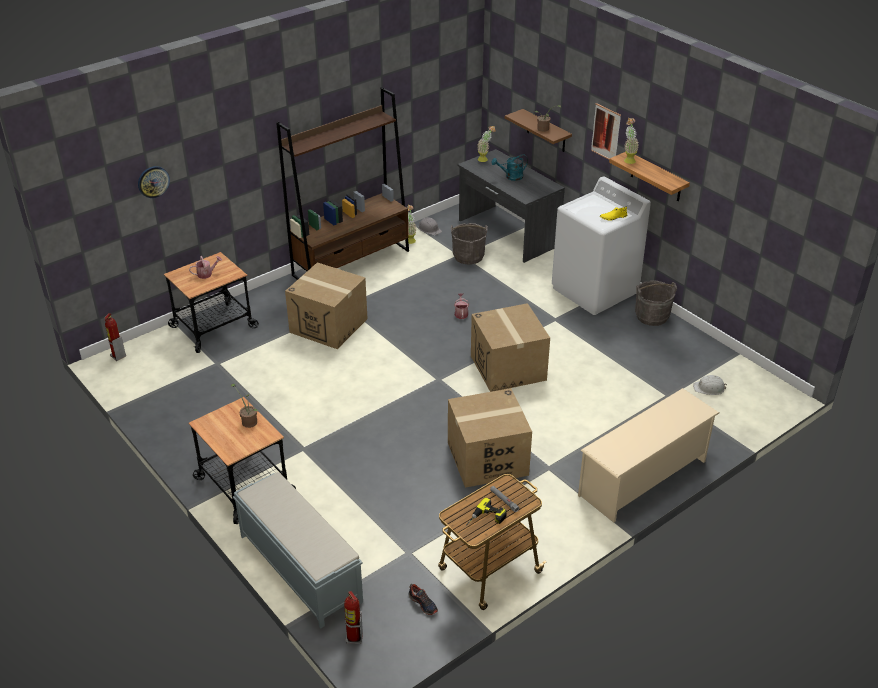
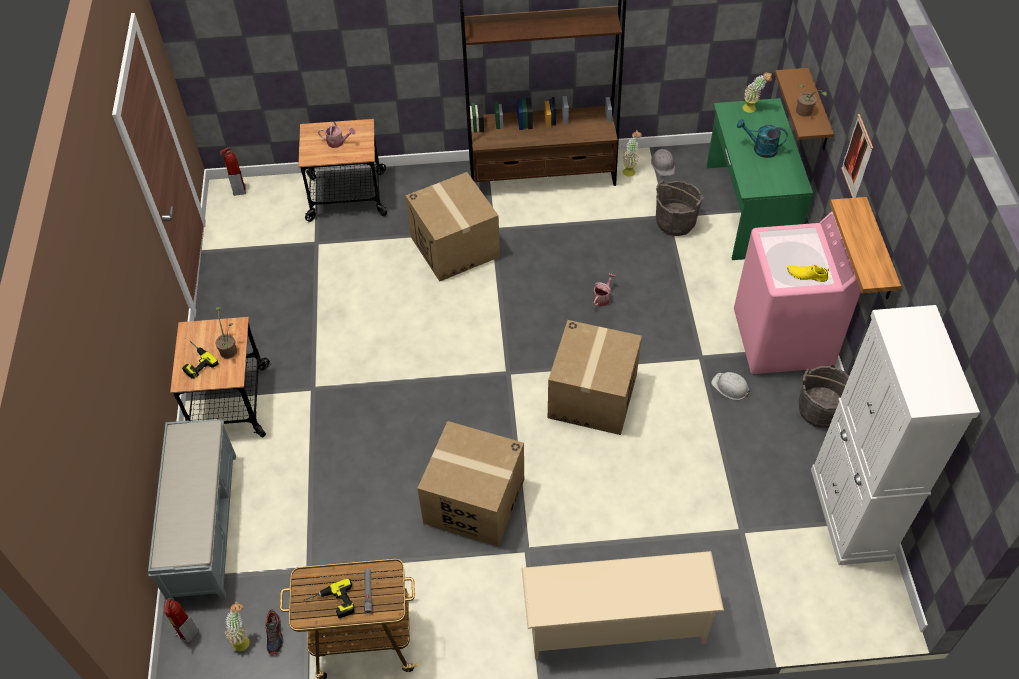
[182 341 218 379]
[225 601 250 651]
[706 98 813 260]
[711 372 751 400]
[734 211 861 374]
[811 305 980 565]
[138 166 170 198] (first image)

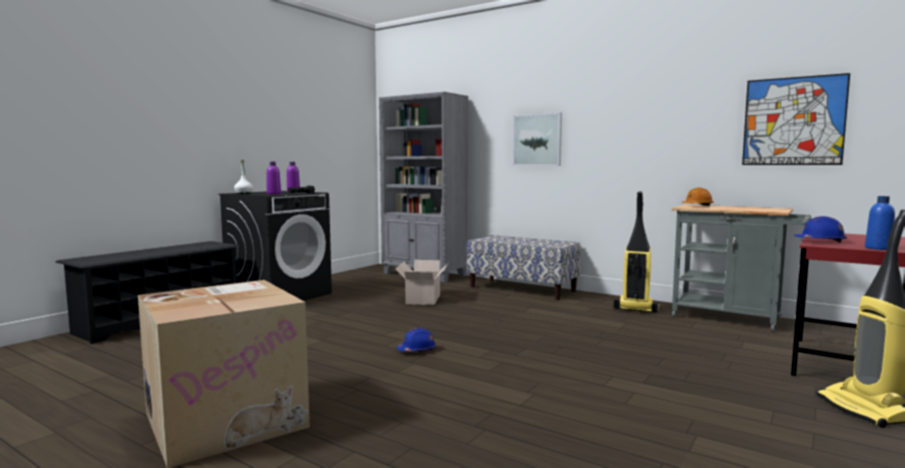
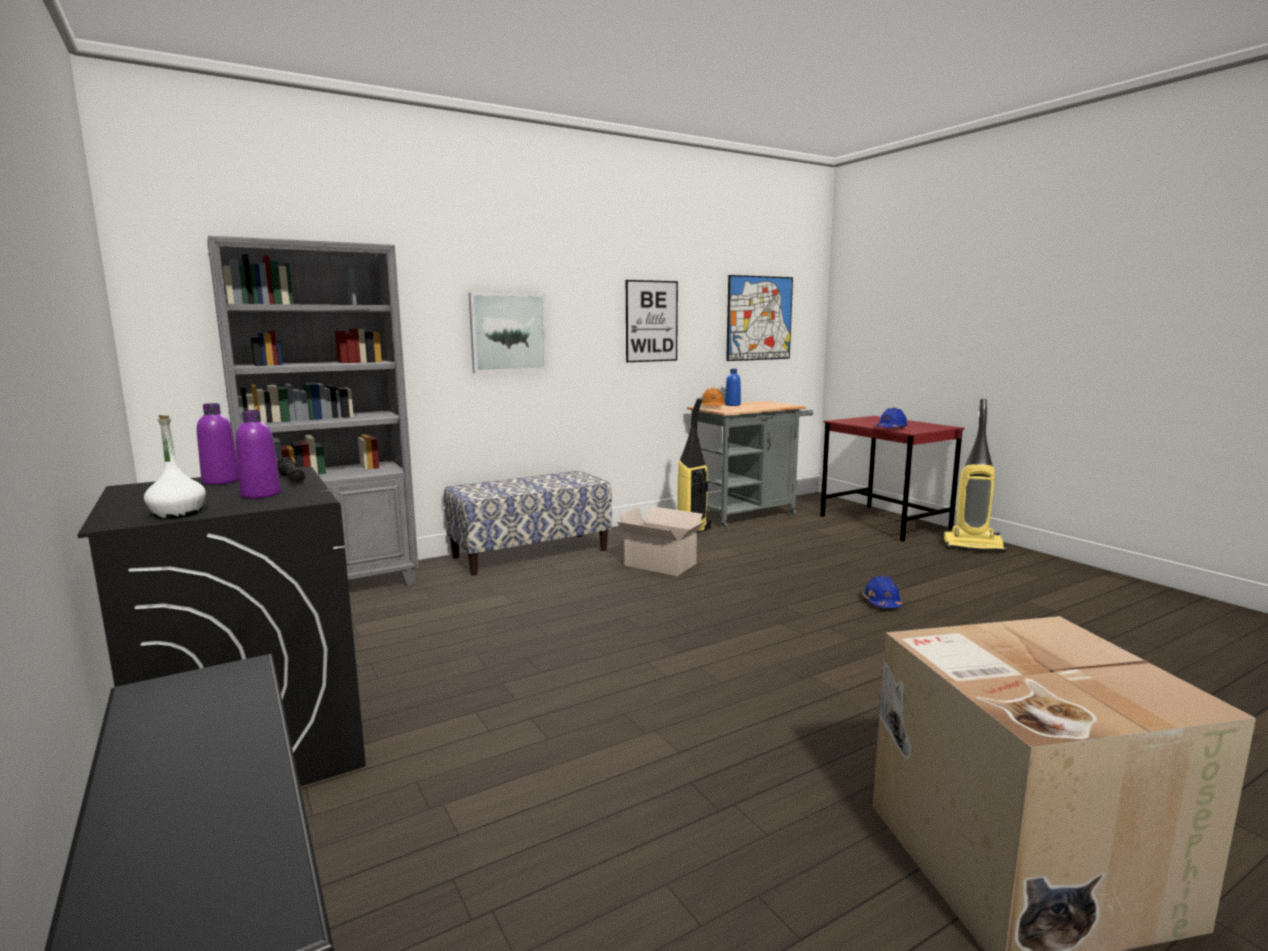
[617 506 706 576]
[626 280 678 362]
[725 369 741 406]
[863 576 902 608]

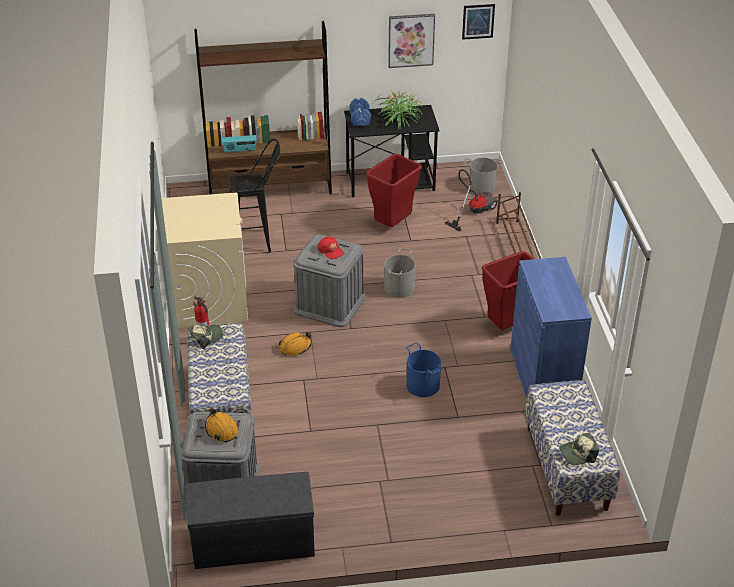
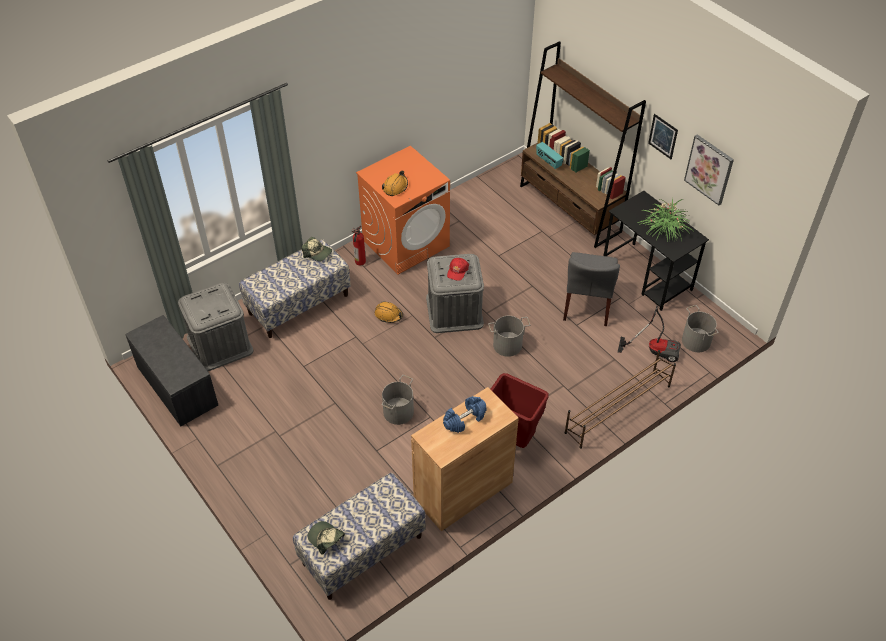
[356 146 450 274]
[382 171 408 196]
[382 375 414 425]
[411 387 519 531]
[443 396 487 433]
[563 252 620 326]
[648 114 678 159]
[230 139 280 253] (first image)

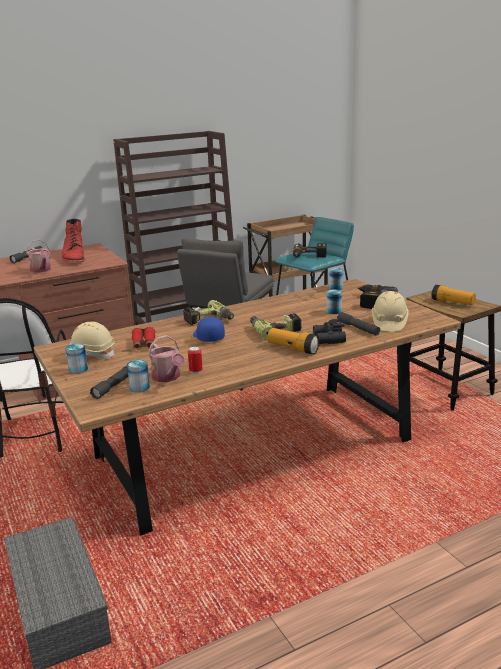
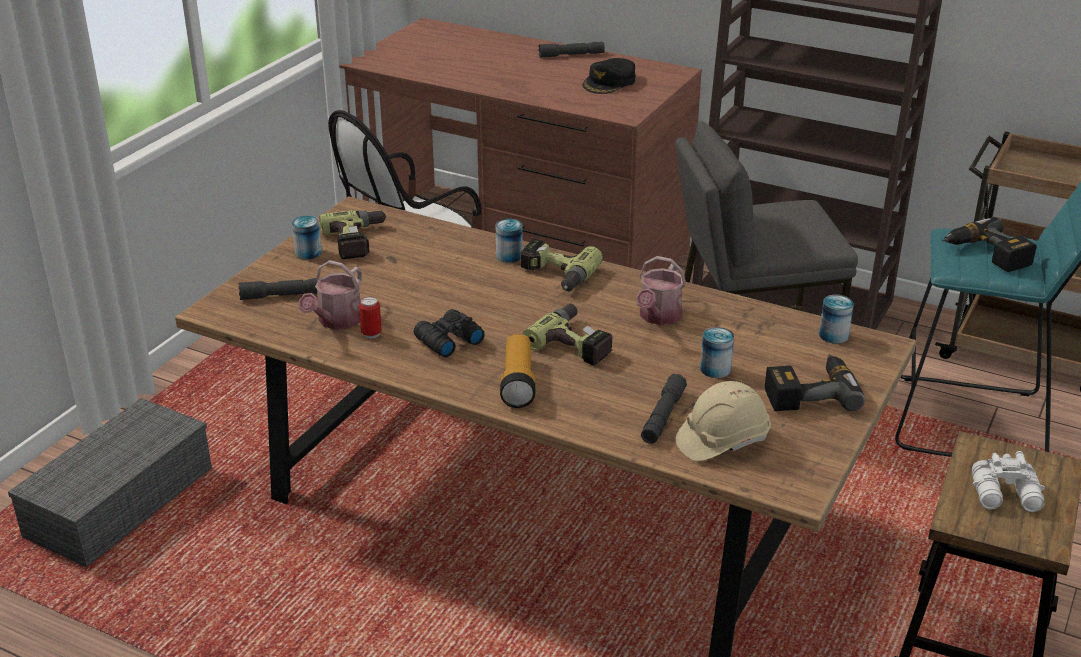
[319 210 386 259]
[414 309 485 357]
[496 219 523 263]
[582 58 636 94]
[636 256 686 325]
[972 451 1045 512]
[132 327 155 350] (first image)
[193 317 225 342] (first image)

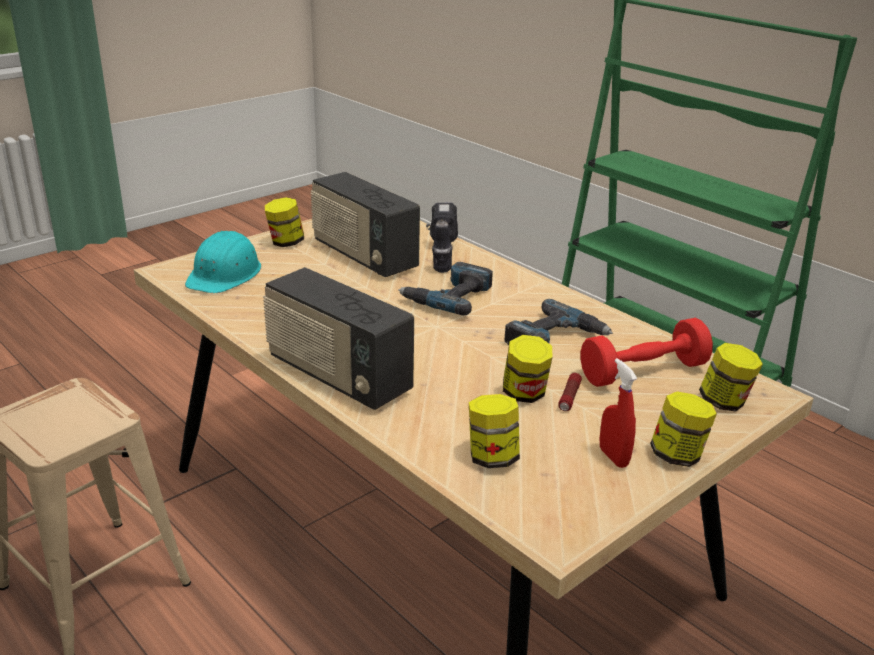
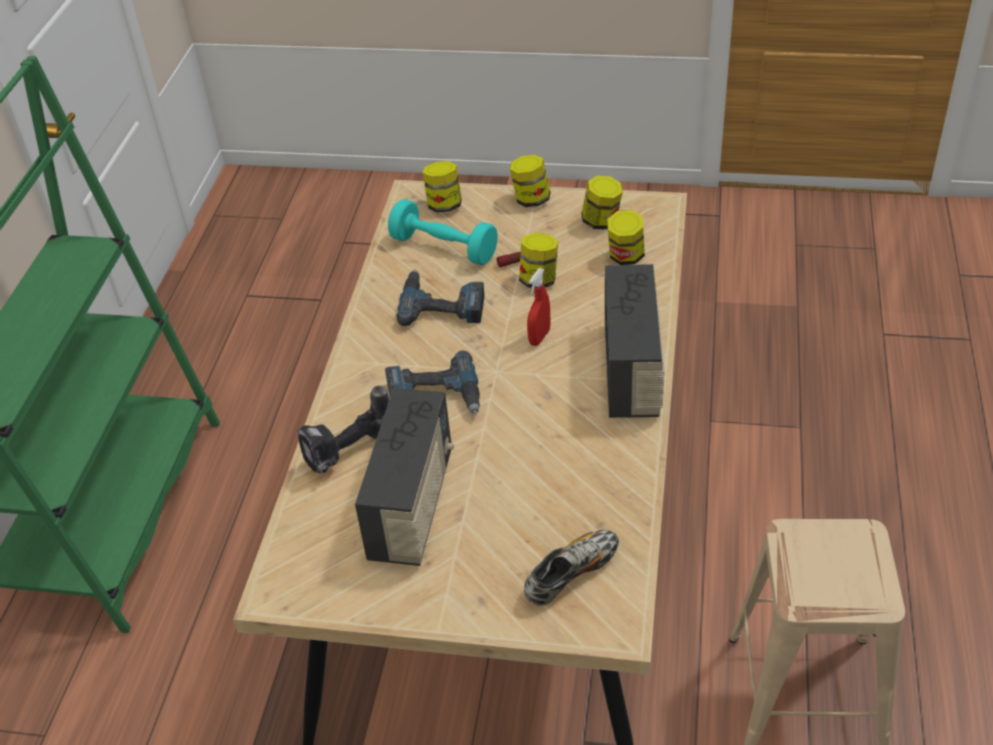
[388 199 498 265]
[524 530 619 606]
[527 268 551 346]
[582 176 623 230]

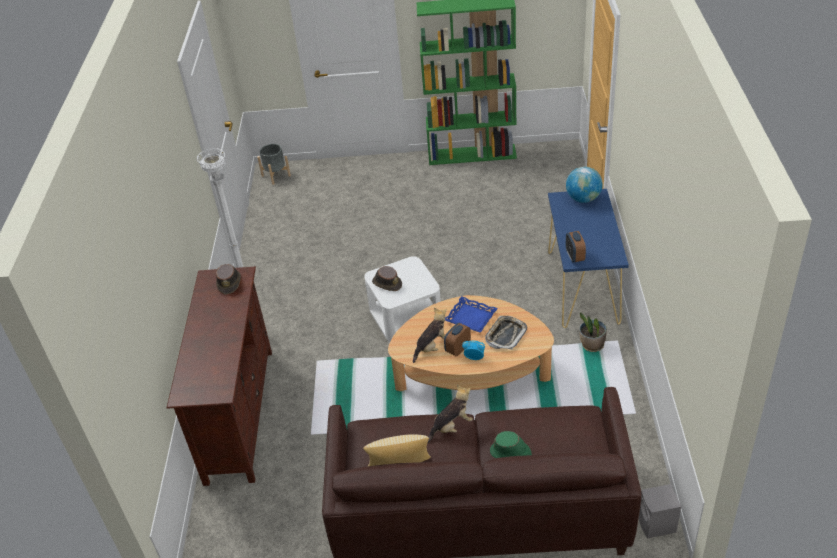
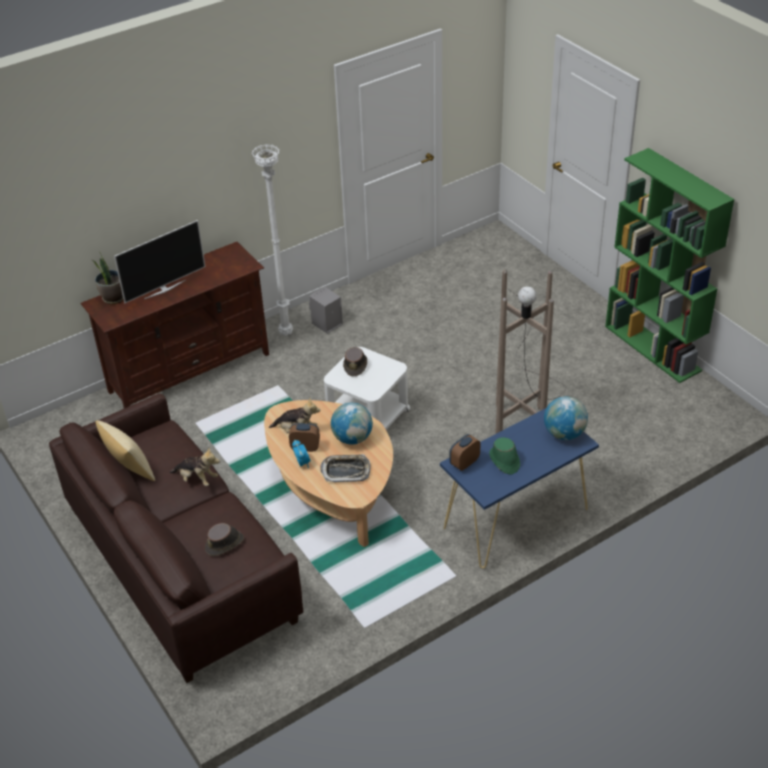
[93 251 123 304]
[114 220 205 303]
[205 523 244 556]
[309 287 343 334]
[331 403 373 445]
[489 437 520 475]
[495 270 566 434]
[257 144 291 185] (first image)

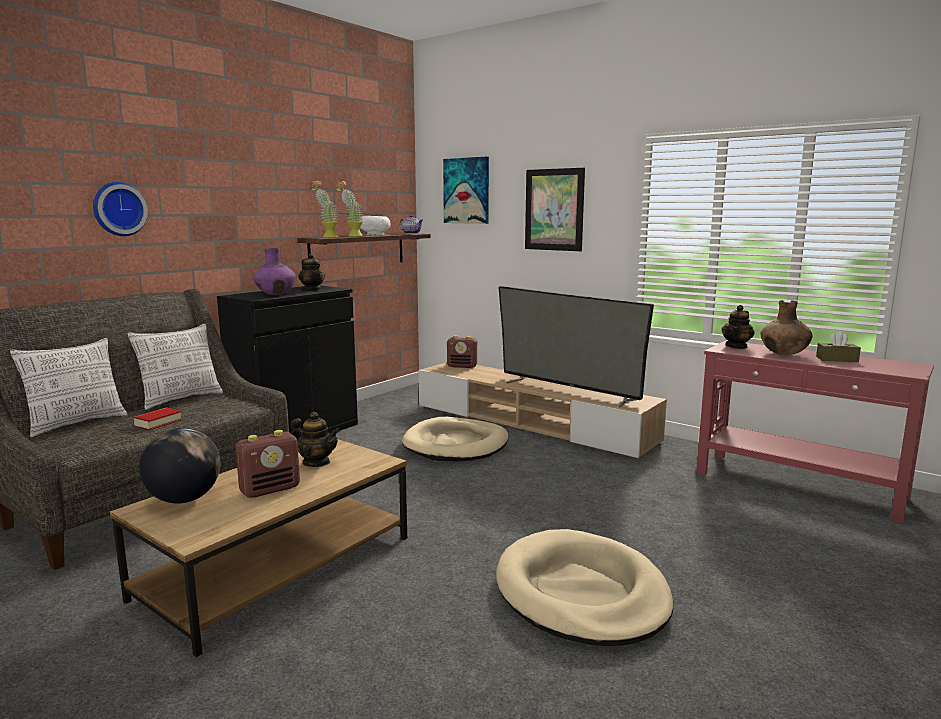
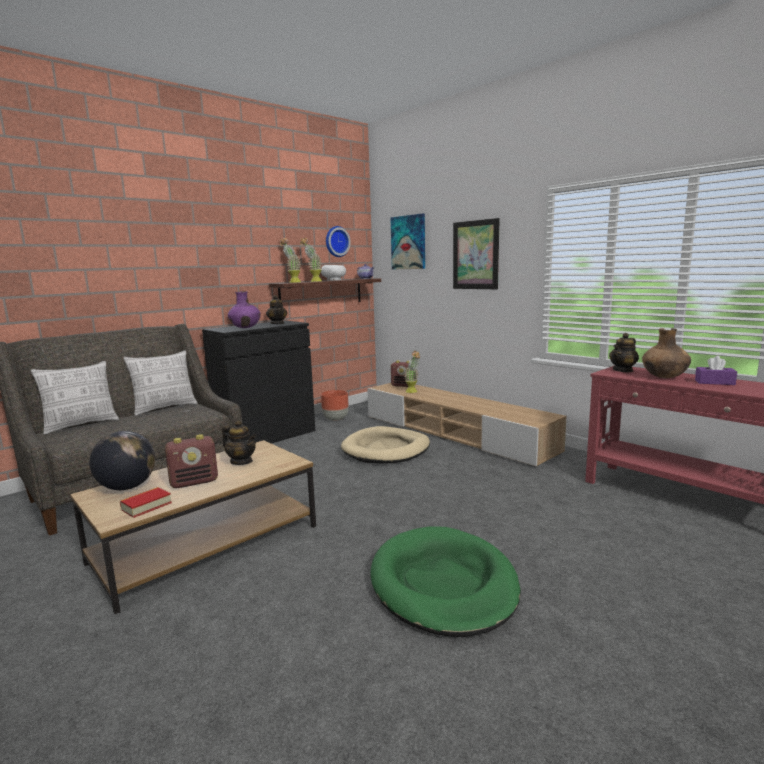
[120 487 172 518]
[321 390 348 421]
[326 226 351 257]
[370 526 521 637]
[404 351 420 393]
[695 356 737 385]
[498 286 654 408] (first image)

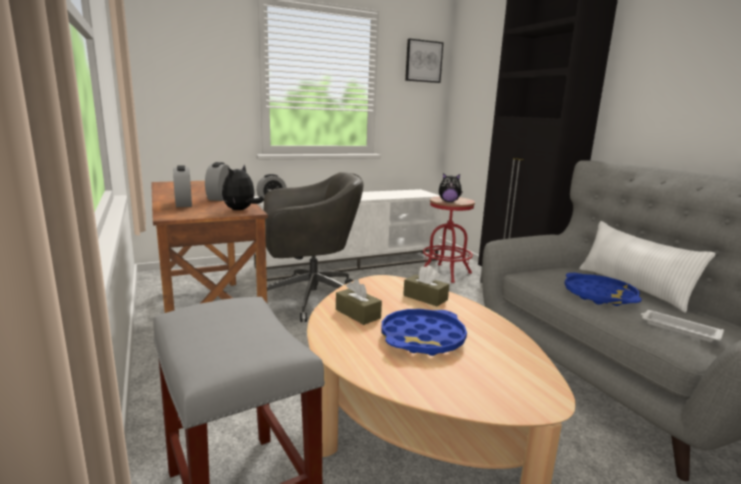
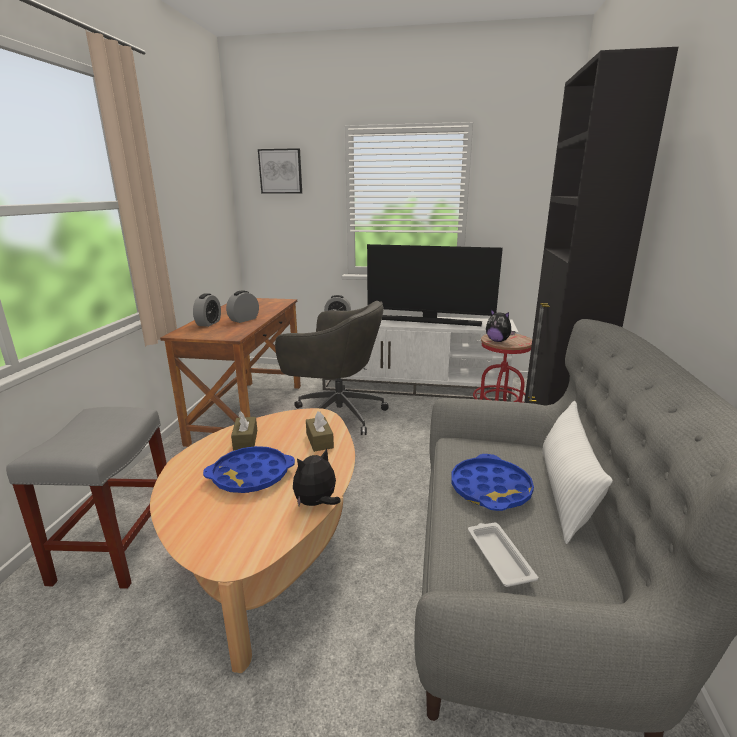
[258 148 302 194]
[293 449 341 506]
[367 244 503 326]

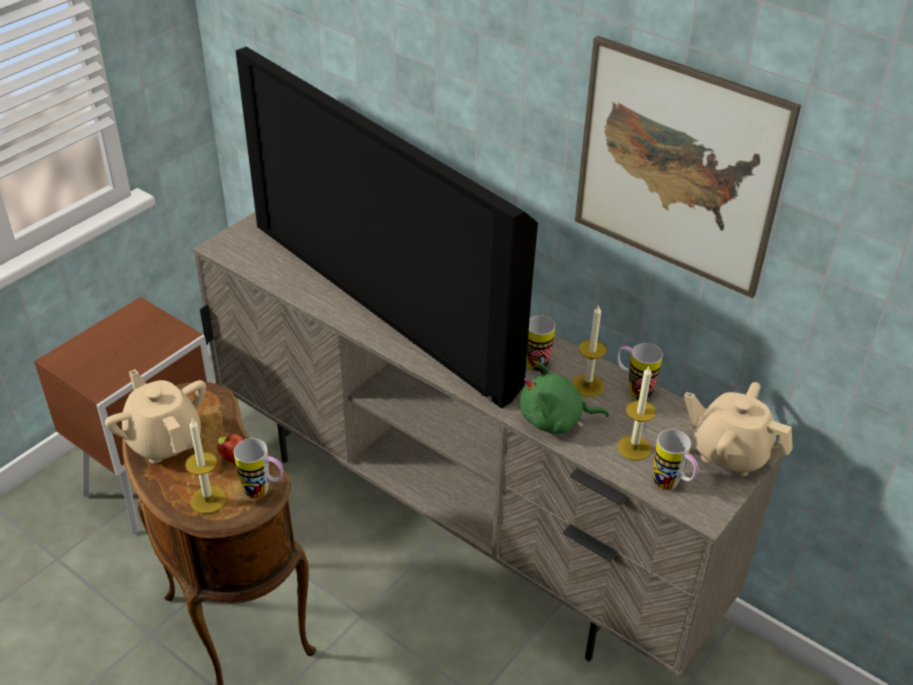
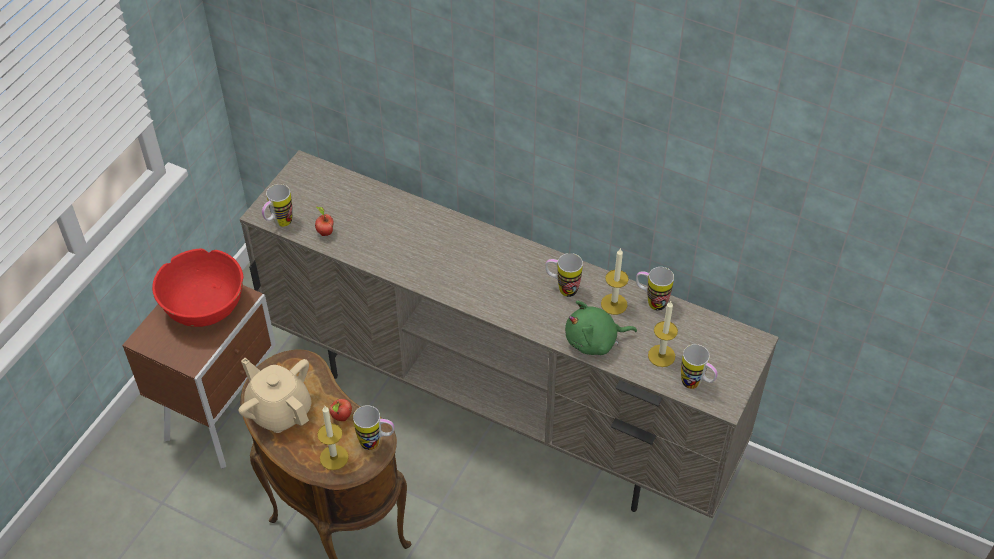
[152 248 243 327]
[262 184 292 227]
[315 207 334 236]
[235 47 538 409] (first image)
[575 36 801 298] (first image)
[684 382 793 476] (first image)

